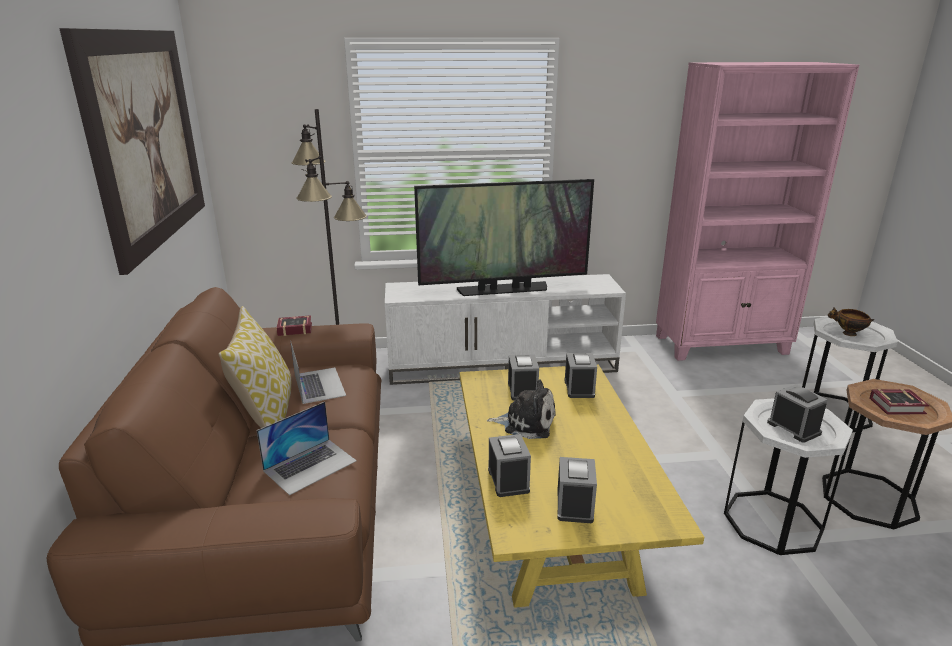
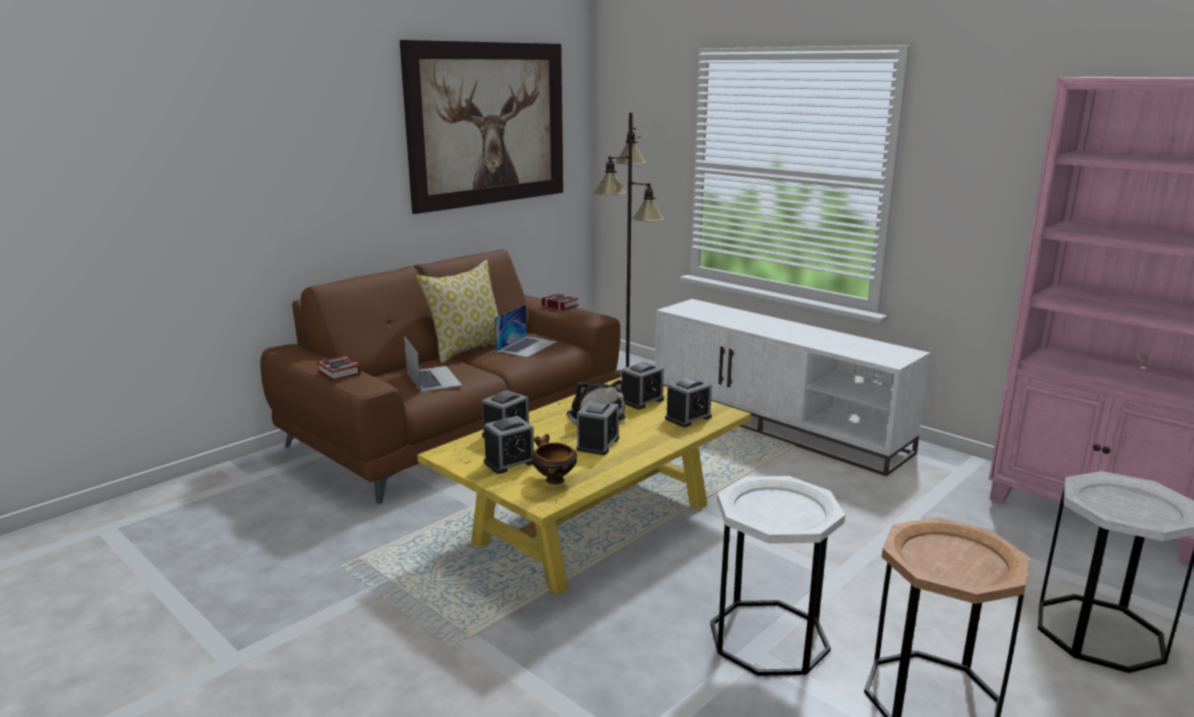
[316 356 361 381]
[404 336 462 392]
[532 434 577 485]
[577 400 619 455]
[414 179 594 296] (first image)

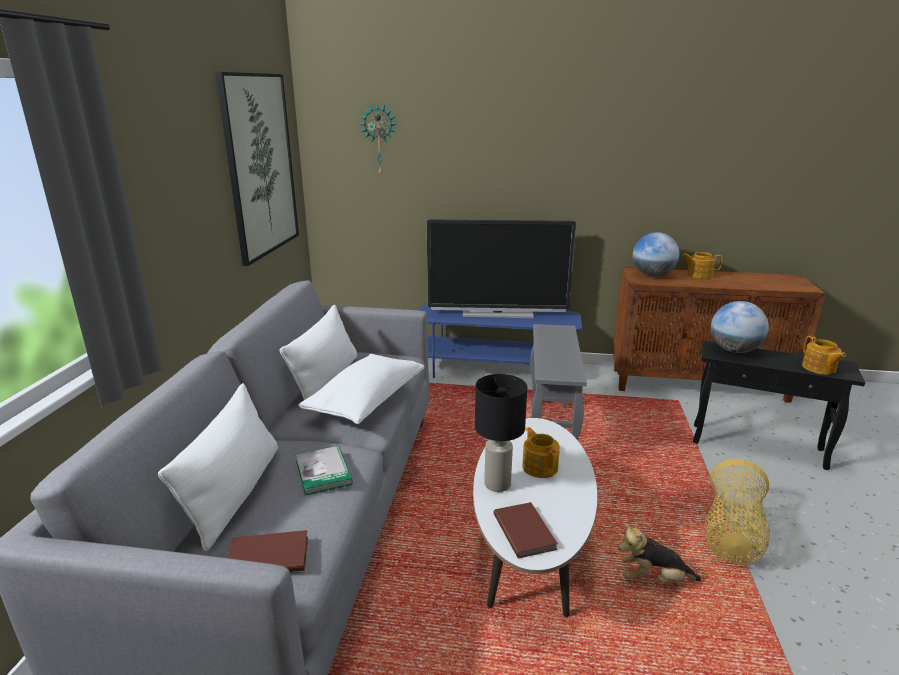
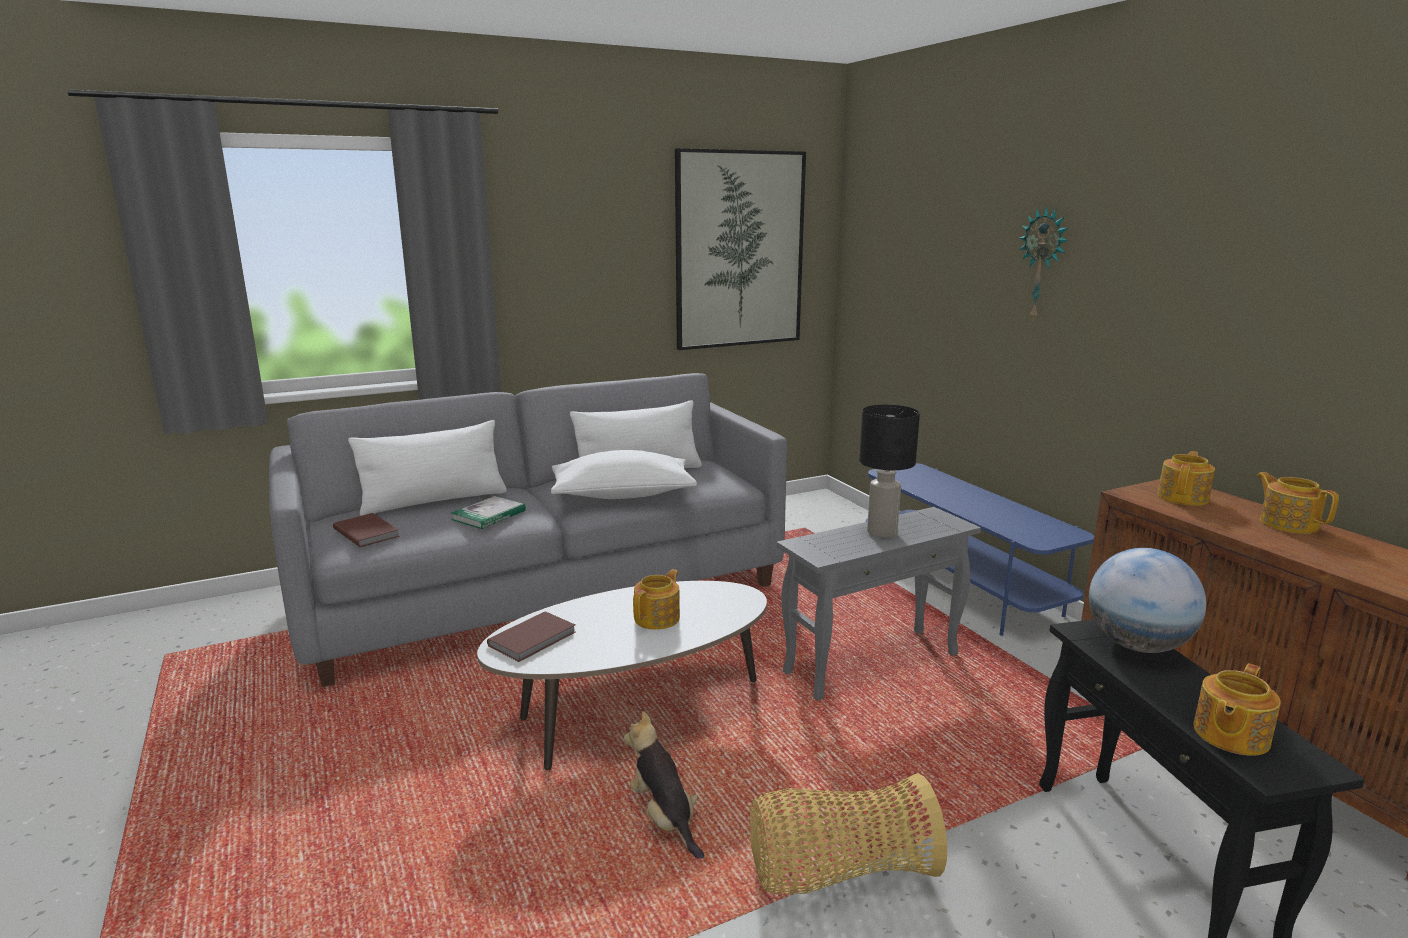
[859 404 920 538]
[1019 207 1069 322]
[1157 451 1215 506]
[427 220 576 318] (first image)

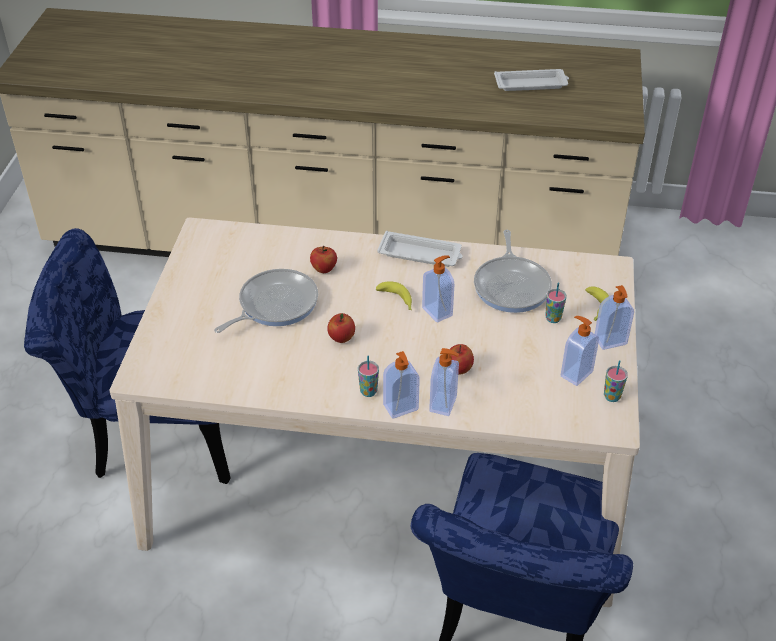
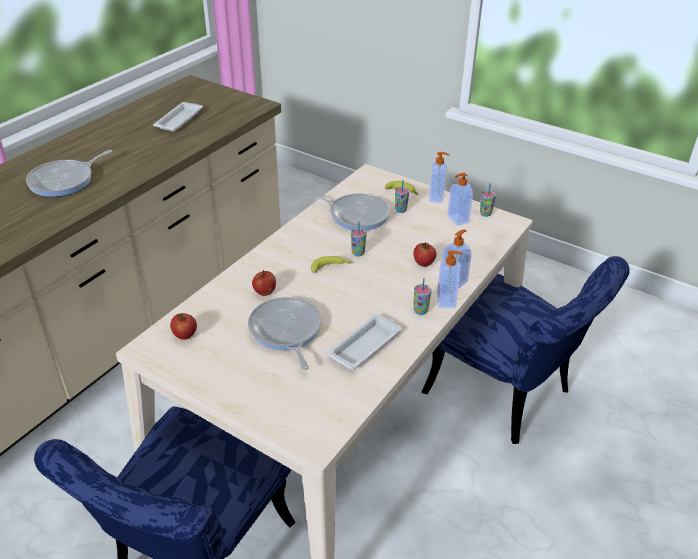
[26 150 113 197]
[170 313 197 340]
[327 314 402 370]
[351 221 367 257]

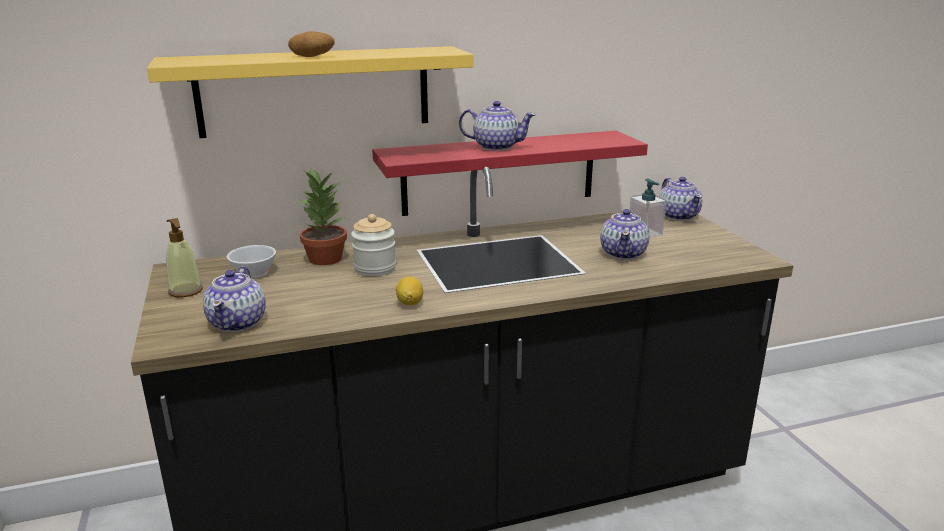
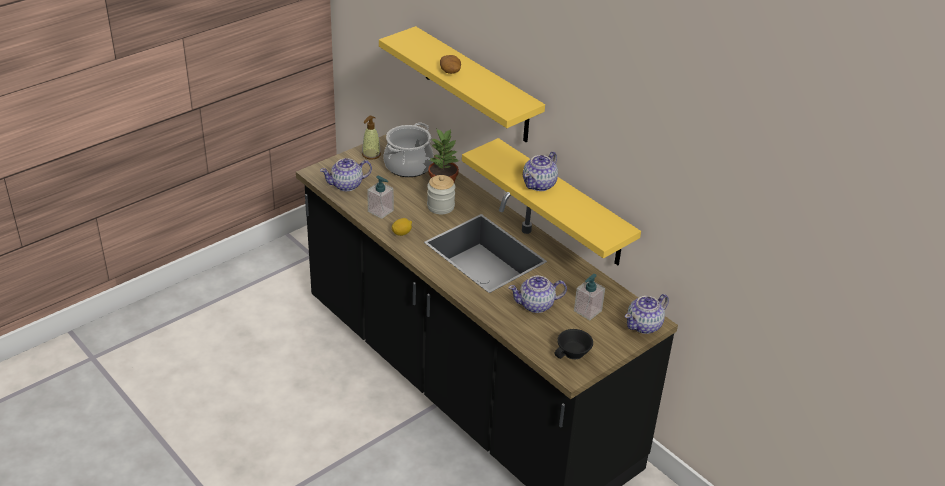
[367 176 394 219]
[383 122 434 177]
[462 138 641 265]
[523 151 558 191]
[555 329 593 359]

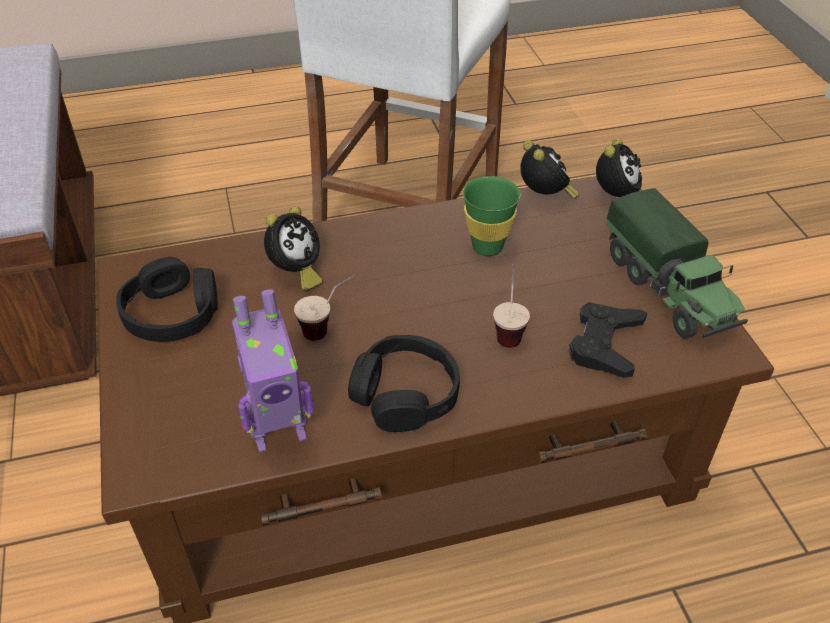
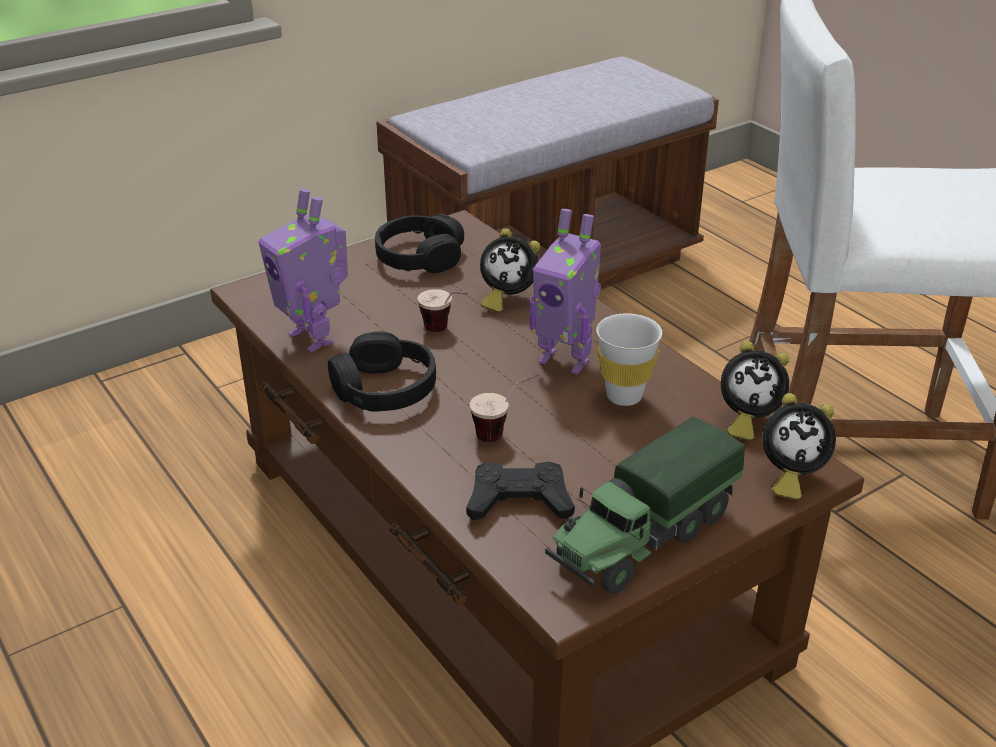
[530 209 601 374]
[596 313 662 406]
[721 341 789 441]

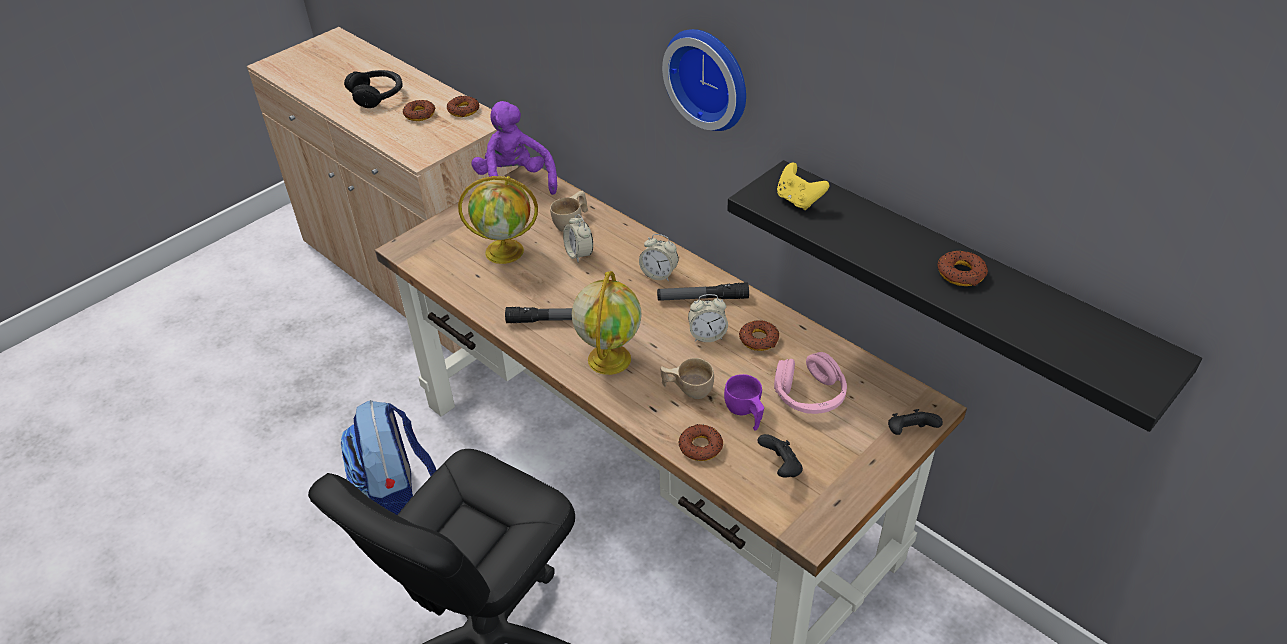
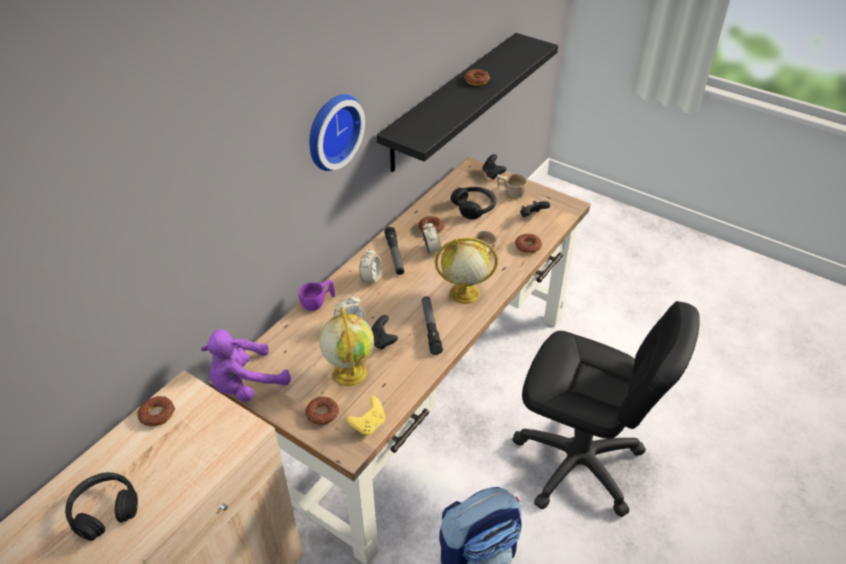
[298 280 335 311]
[305 397 339 425]
[347 396 385 435]
[371 315 398 350]
[450 187 496 219]
[497 174 527 198]

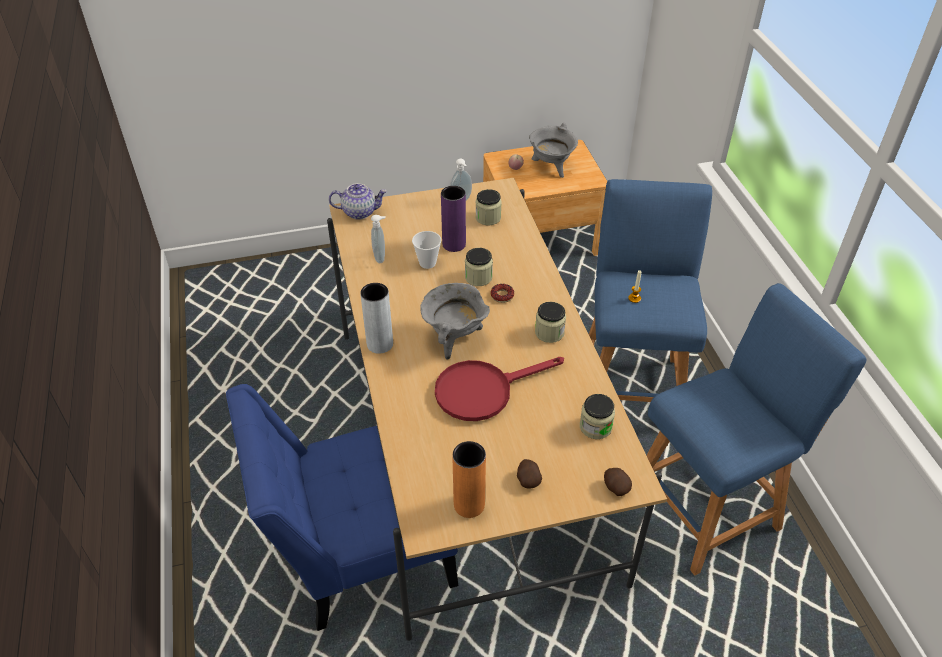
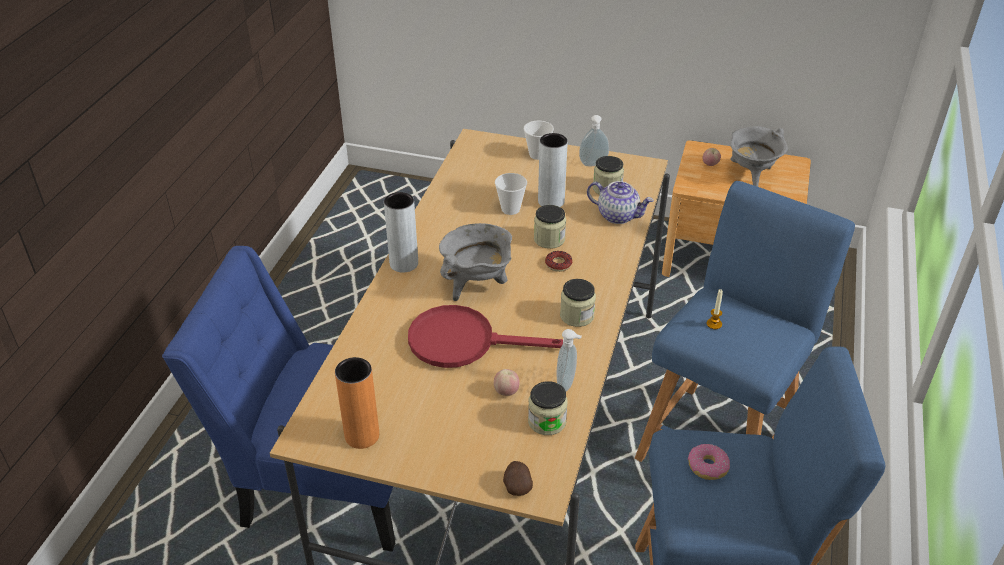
[494 369 520 396]
[524 121 554 160]
[538 133 568 207]
[557 329 582 392]
[587 181 654 224]
[688 443 730 480]
[517 459 542 488] (first image)

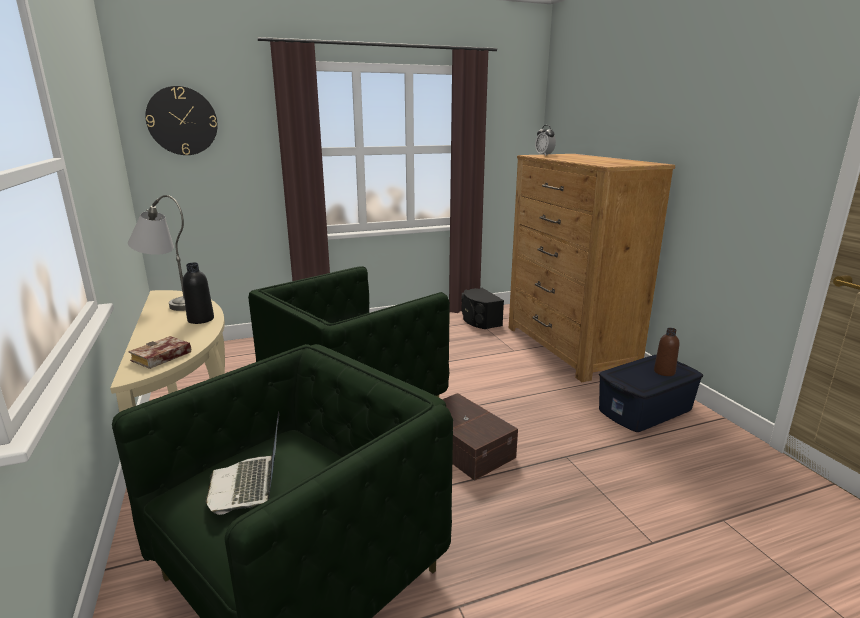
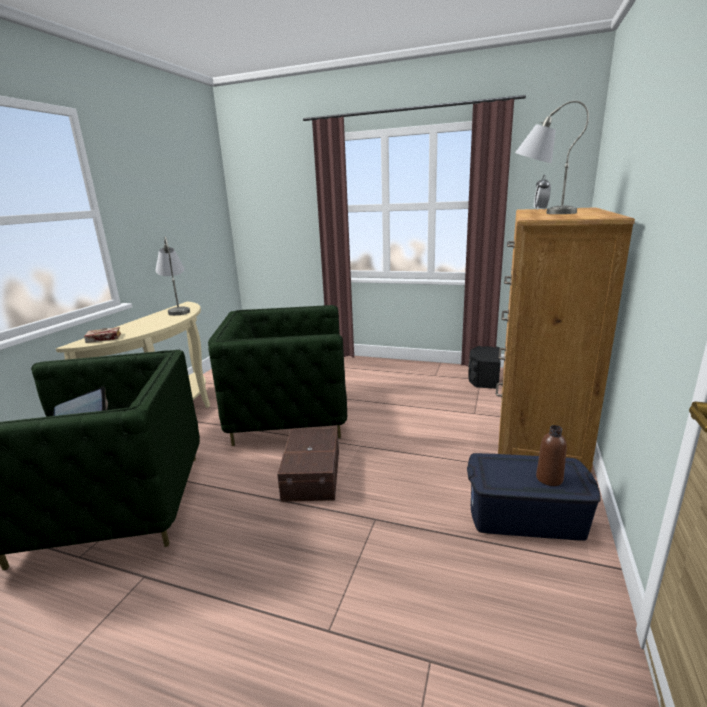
[515 100 589 214]
[146 86 218 155] (first image)
[182 263 214 324] (first image)

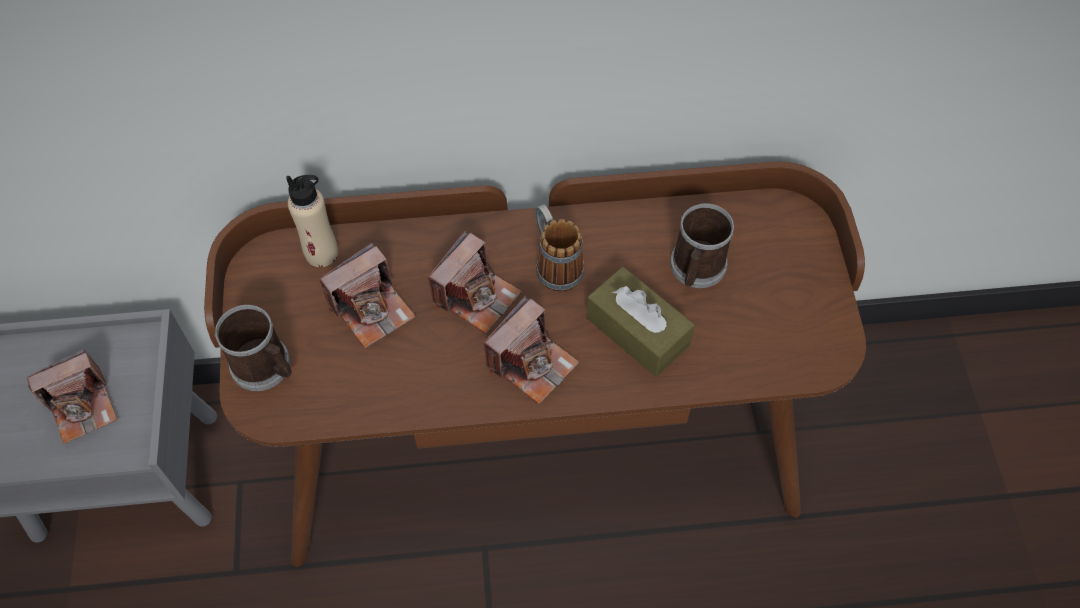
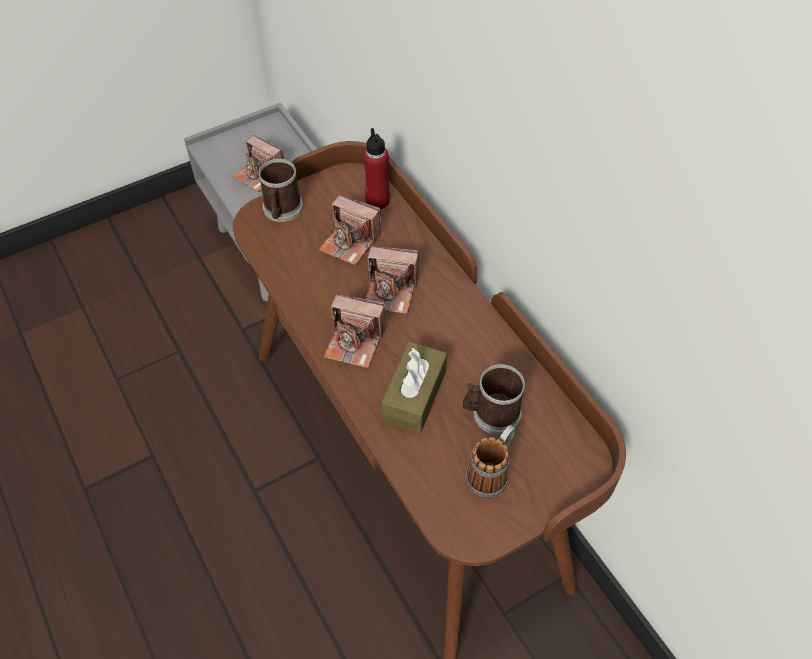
[363 128 390 209]
[465 425 516 499]

